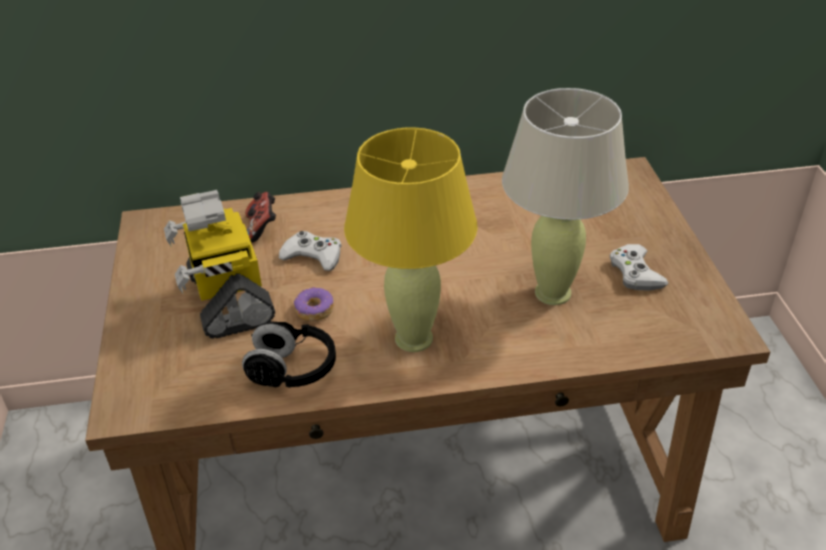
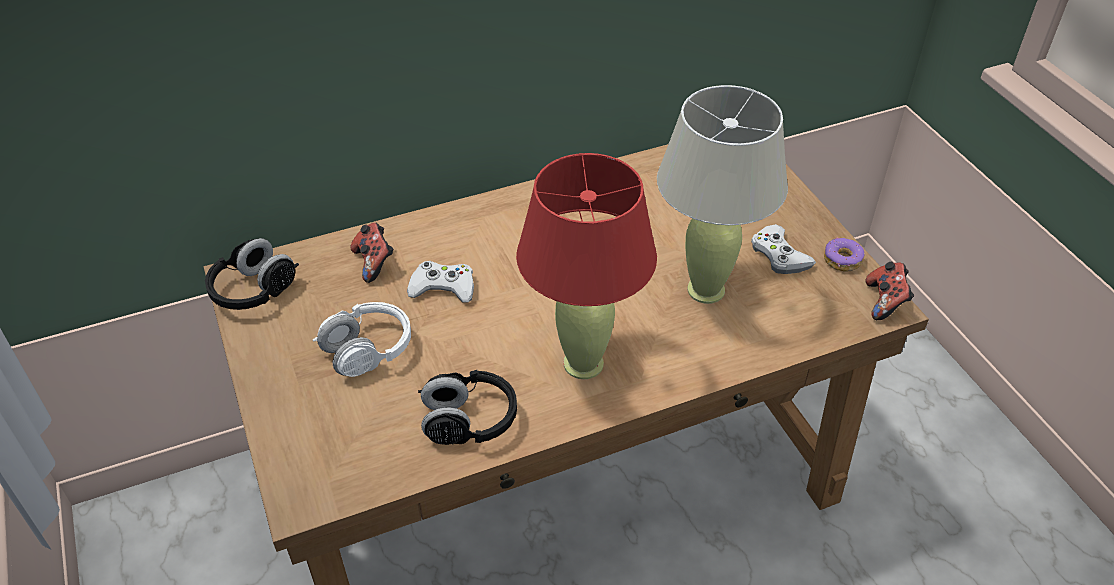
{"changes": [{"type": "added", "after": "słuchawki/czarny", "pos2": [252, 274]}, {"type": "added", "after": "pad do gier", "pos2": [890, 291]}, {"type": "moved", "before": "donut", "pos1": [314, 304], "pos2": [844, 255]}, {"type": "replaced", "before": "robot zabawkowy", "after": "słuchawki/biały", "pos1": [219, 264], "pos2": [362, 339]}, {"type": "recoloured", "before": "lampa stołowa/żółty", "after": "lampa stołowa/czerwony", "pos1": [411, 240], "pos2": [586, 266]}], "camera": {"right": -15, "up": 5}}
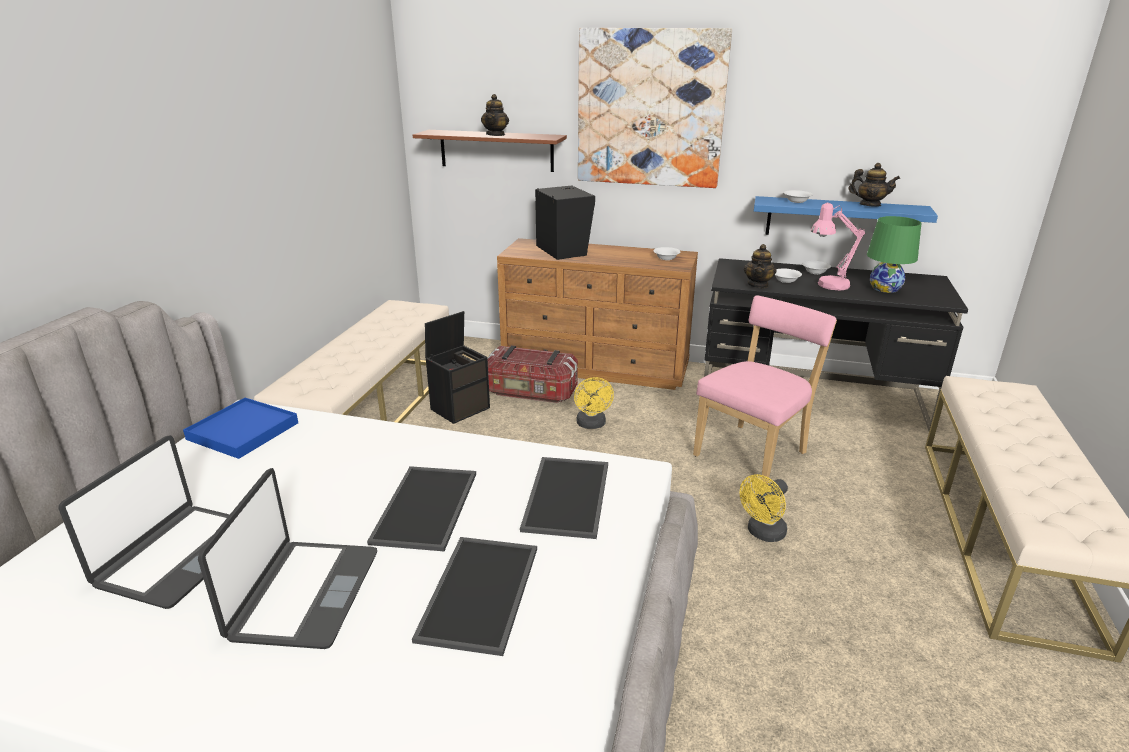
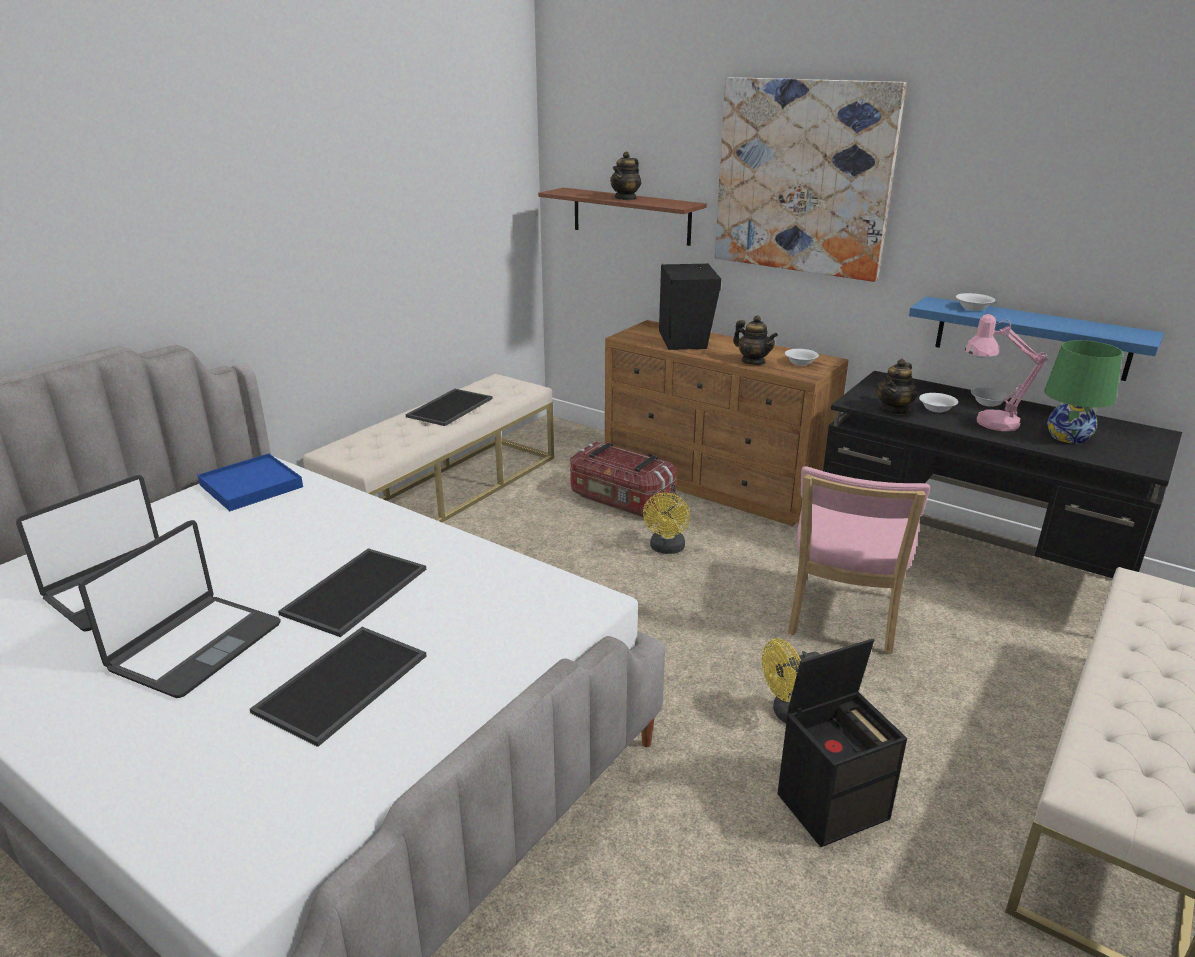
{"changes": [{"type": "moved", "before": "pojemnik do przechowywania/czarny", "pos1": [457, 367], "pos2": [842, 743]}, {"type": "moved", "before": "taca", "pos1": [564, 498], "pos2": [449, 407]}, {"type": "moved", "before": "imbryk", "pos1": [874, 185], "pos2": [755, 340]}, {"type": "turned", "before": "krzesło/różowy", "pos1": [765, 389], "pos2": [859, 560], "turn": 135}], "camera": {"right": 20, "up": 0}}
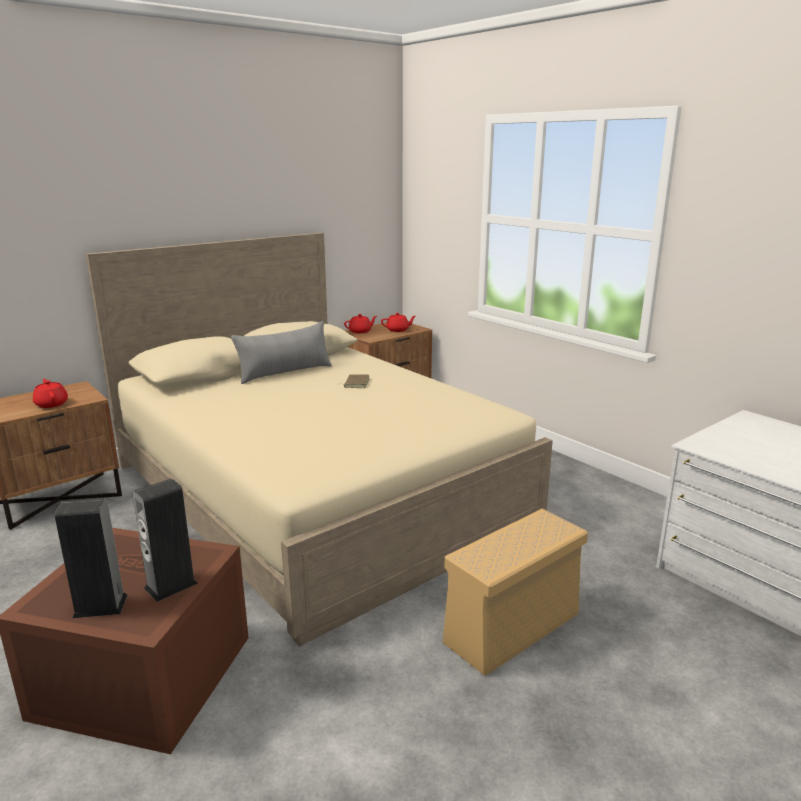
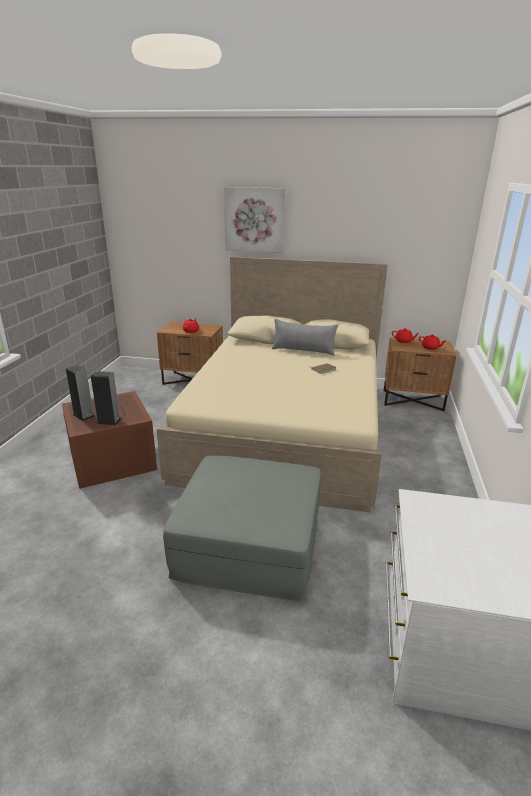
{"changes": [{"type": "added", "after": "obraz", "pos2": [254, 220]}, {"type": "replaced", "before": "pojemnik do przechowywania/beżowy", "after": "pufa/szary", "pos1": [515, 592], "pos2": [242, 528]}], "camera": {"right": 50, "up": 5}}
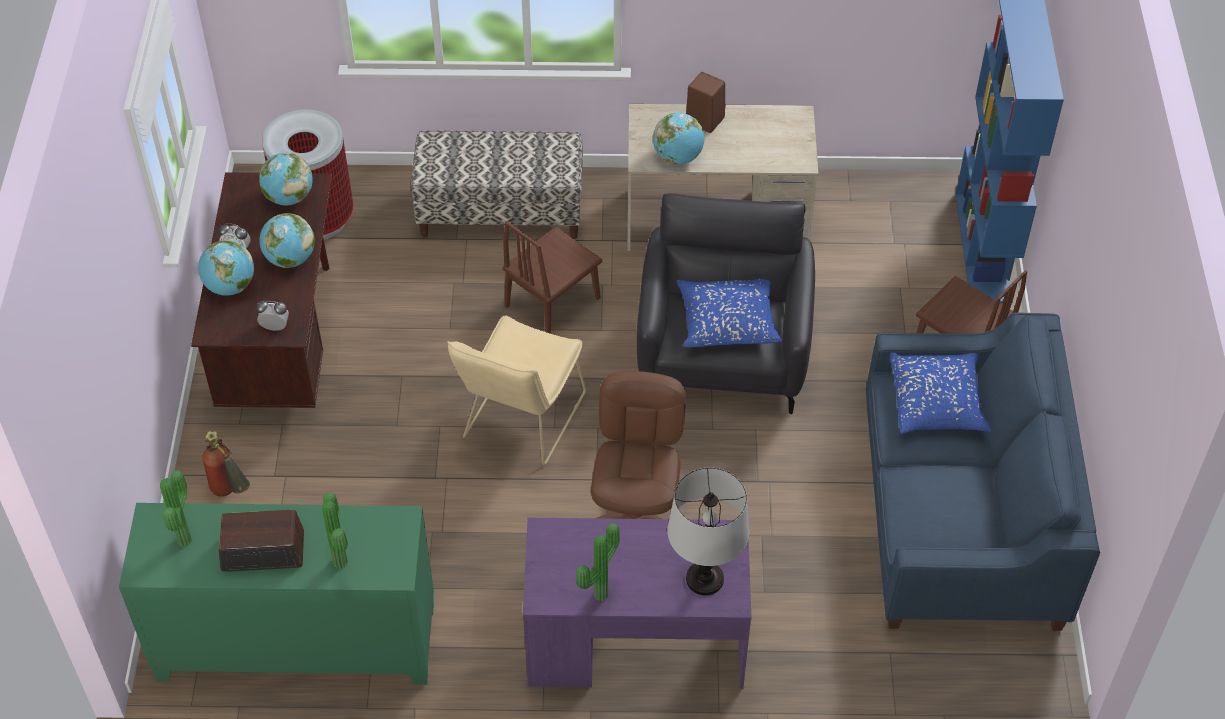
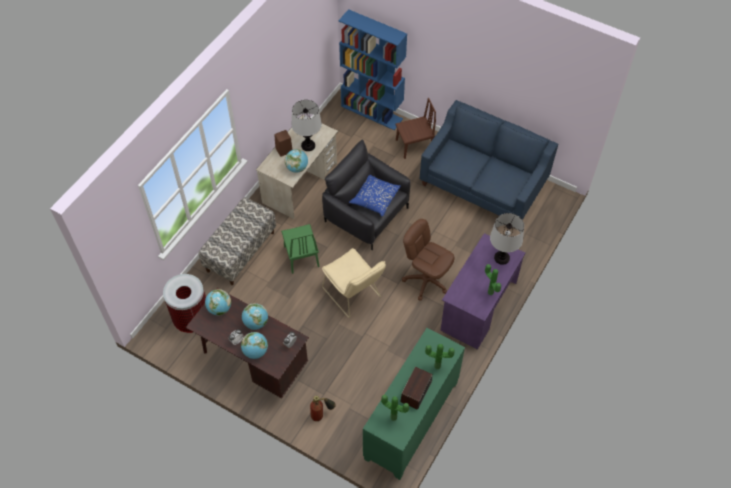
{"changes": [{"type": "removed", "before": "poduszka/niebieski", "pos1": [940, 393]}, {"type": "added", "after": "lampa stołowa", "pos2": [306, 125]}, {"type": "recoloured", "before": "krzesło/brązowy", "after": "krzesło/zielony", "pos1": [552, 277], "pos2": [300, 249]}], "camera": {"right": -60, "up": 5}}
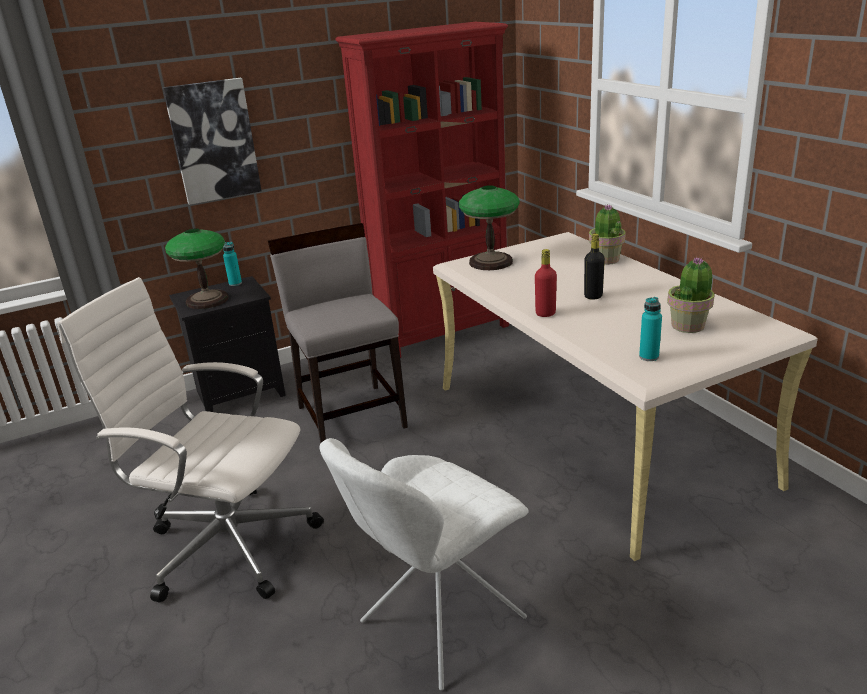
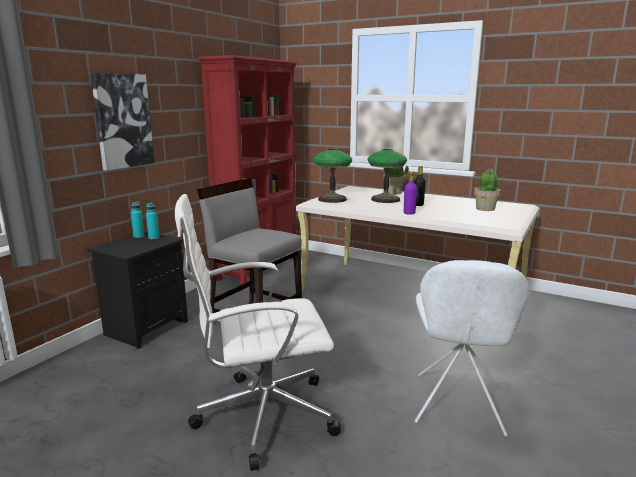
{"changes": [{"type": "moved", "before": "lampa stołowa", "pos1": [197, 269], "pos2": [387, 176]}, {"type": "moved", "before": "butelka/turkusowy", "pos1": [650, 329], "pos2": [152, 221]}, {"type": "recoloured", "before": "butelka/czerwony", "after": "butelka/fioletowy", "pos1": [546, 283], "pos2": [410, 193]}], "camera": {"right": -35, "up": -10}}
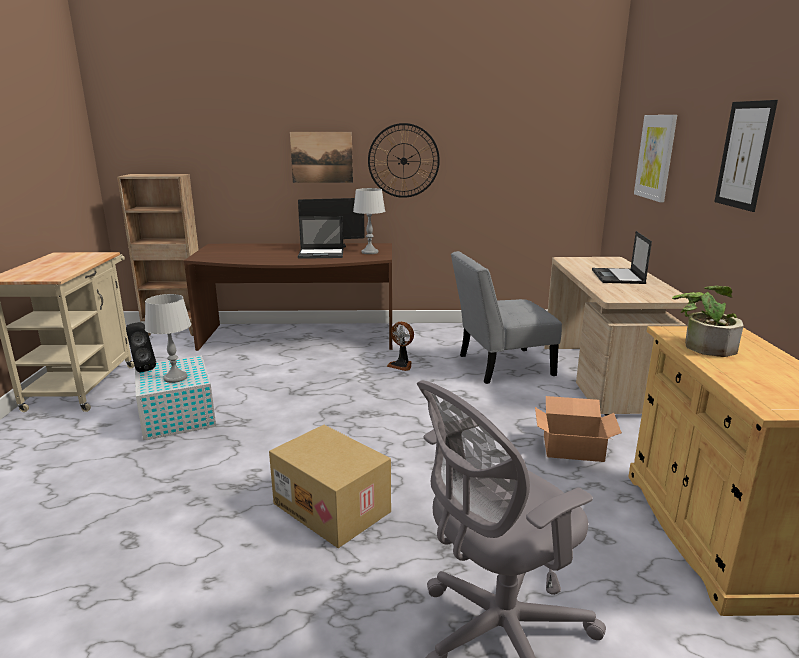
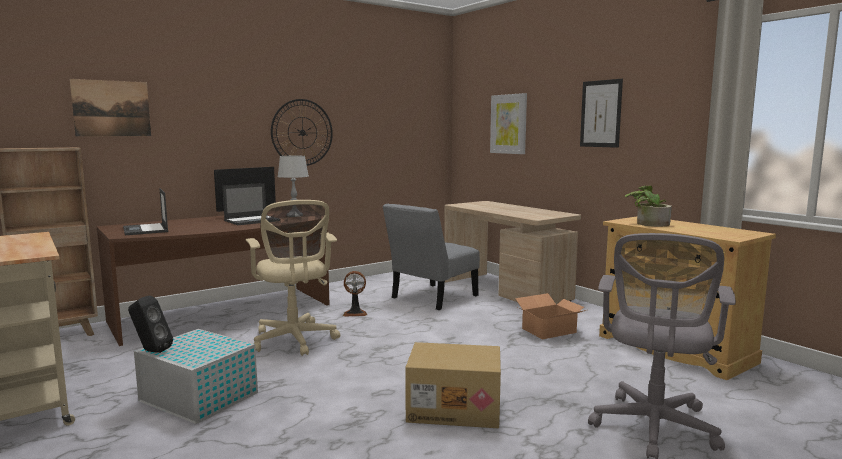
{"changes": [{"type": "removed", "before": "lampa stołowa/szary", "pos1": [168, 338]}, {"type": "added", "after": "krzesło biurowe/beżowy", "pos2": [293, 278]}, {"type": "moved", "before": "obraz", "pos1": [321, 157], "pos2": [110, 108]}, {"type": "moved", "before": "laptop", "pos1": [622, 257], "pos2": [145, 211]}], "camera": {"right": -35, "up": -10}}
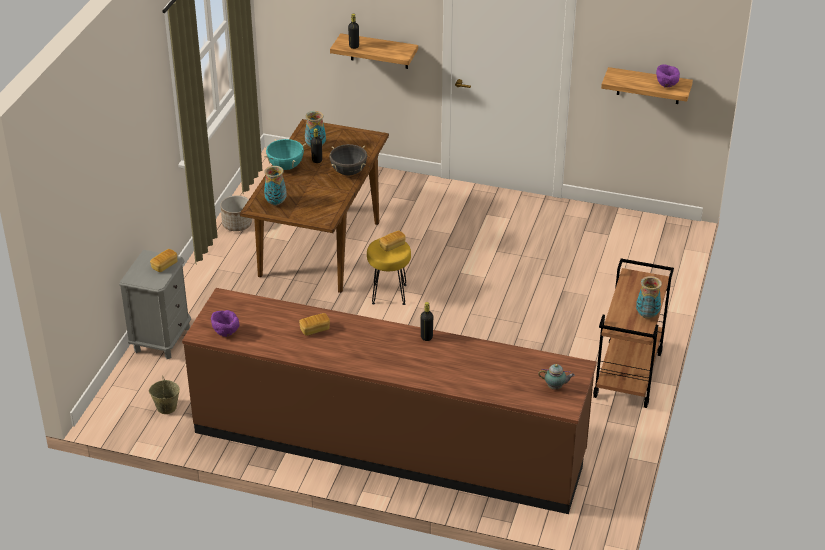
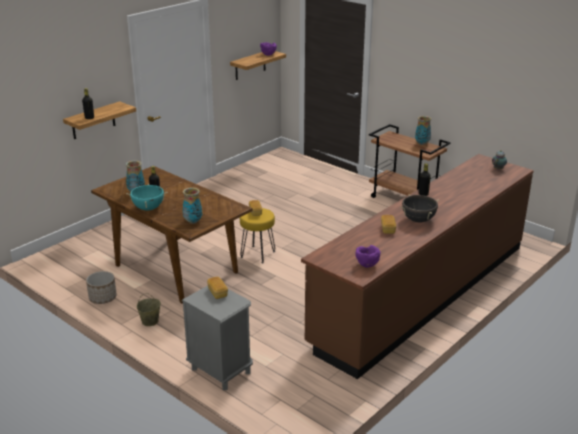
{"changes": [{"type": "moved", "before": "wiadro/beżowy", "pos1": [164, 394], "pos2": [149, 309]}, {"type": "moved", "before": "garnek/czarny", "pos1": [348, 159], "pos2": [419, 209]}], "camera": {"right": -65, "up": -10}}
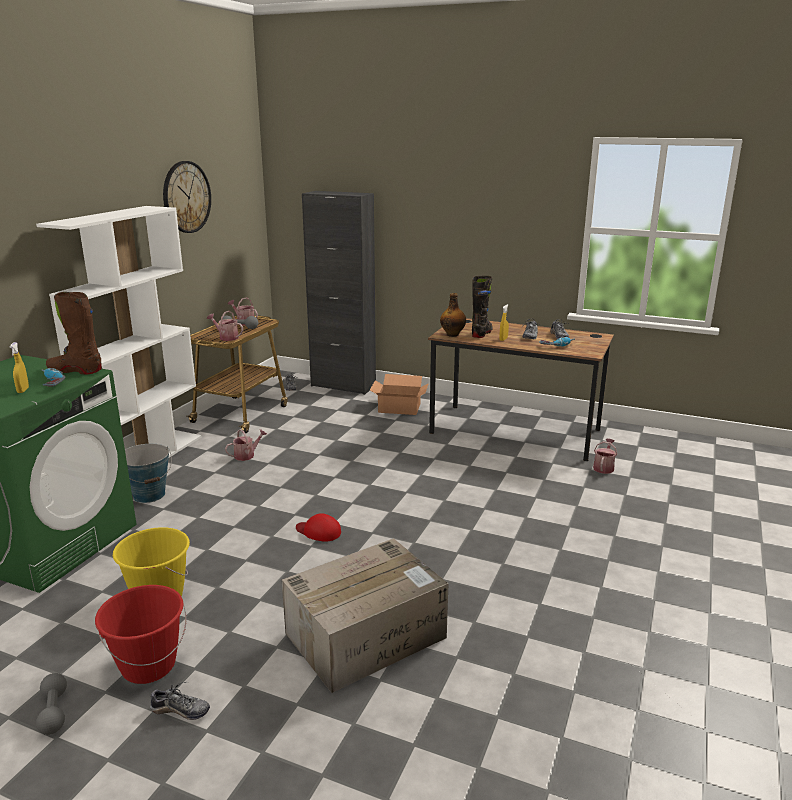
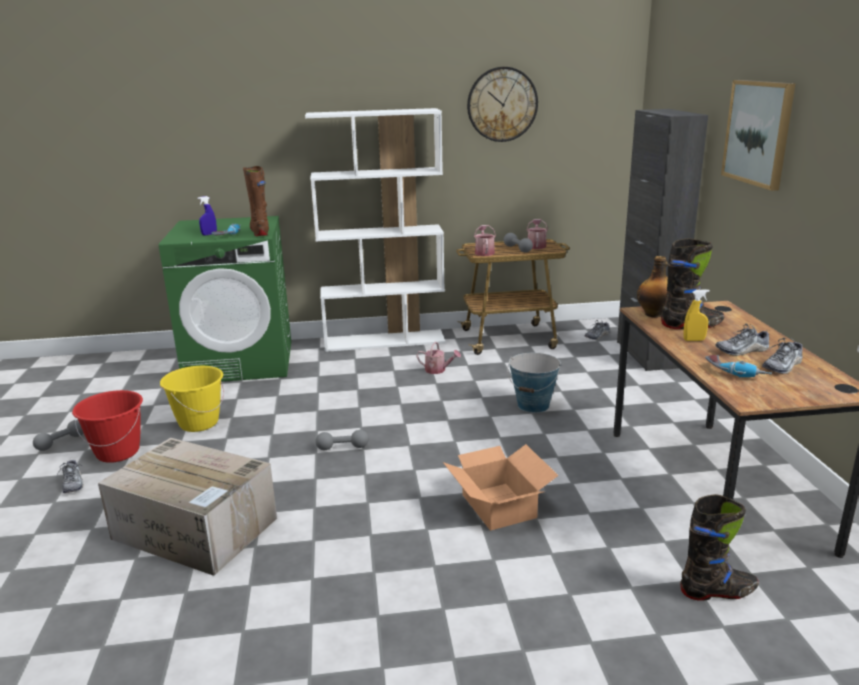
{"changes": [{"type": "added", "after": "obraz", "pos2": [758, 135]}, {"type": "moved", "before": "wiadro", "pos1": [148, 473], "pos2": [534, 383]}, {"type": "moved", "before": "karton", "pos1": [399, 394], "pos2": [501, 487]}, {"type": "replaced", "before": "czapka z daszkiem/czerwony", "after": "hantel/szary", "pos1": [318, 527], "pos2": [342, 440]}, {"type": "replaced", "before": "konewka", "after": "but z cholewką/czarny", "pos1": [605, 456], "pos2": [719, 547]}, {"type": "recoloured", "before": "spryskiwacz/żółty", "after": "spryskiwacz/niebieski", "pos1": [19, 367], "pos2": [207, 215]}], "camera": {"right": 60, "up": 0}}
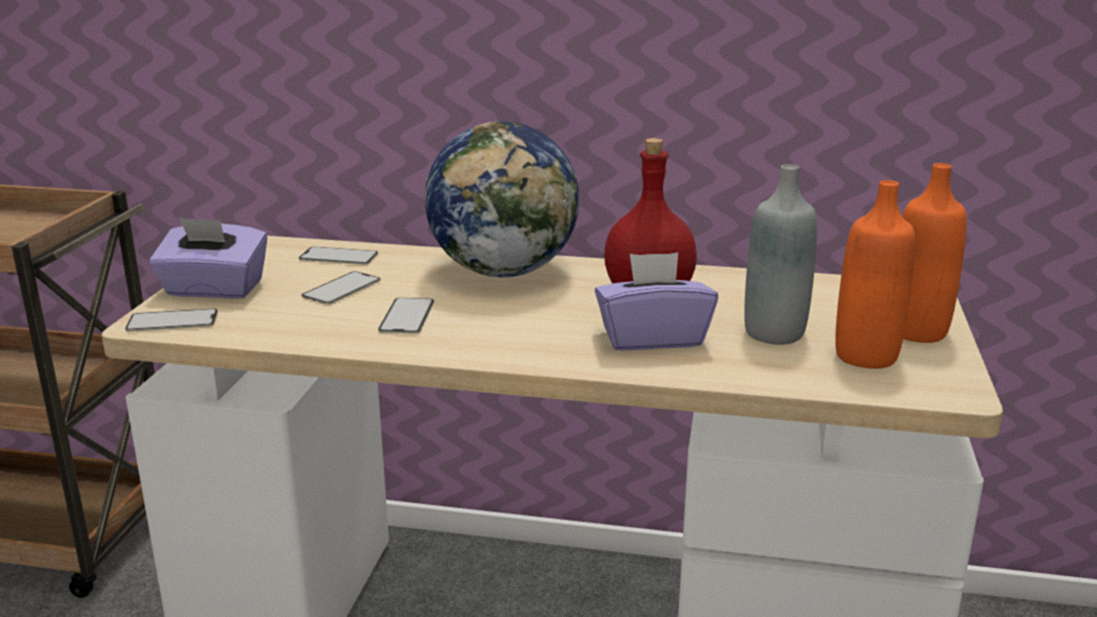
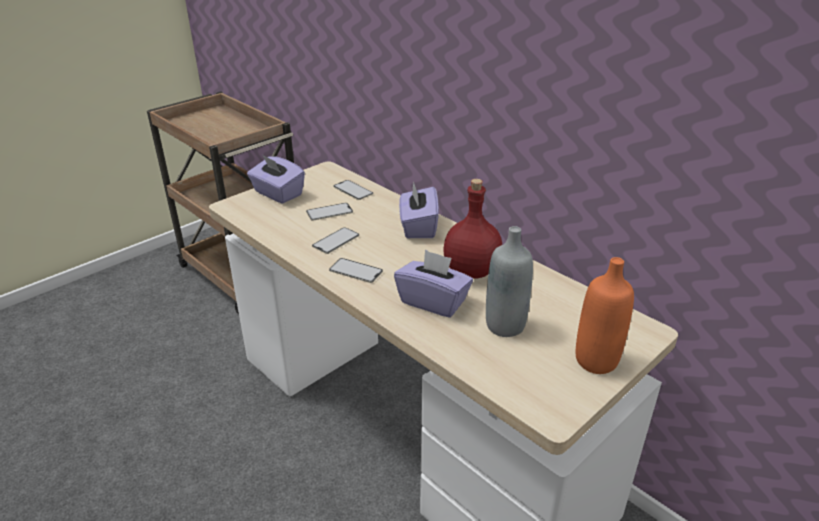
{"changes": [{"type": "removed", "before": "butelka/pomarańczowy", "pos1": [875, 274]}, {"type": "moved", "before": "telefon", "pos1": [171, 320], "pos2": [356, 270]}, {"type": "replaced", "before": "globus", "after": "pudełko chusteczek/fioletowy", "pos1": [502, 199], "pos2": [419, 209]}], "camera": {"right": 35, "up": 10}}
